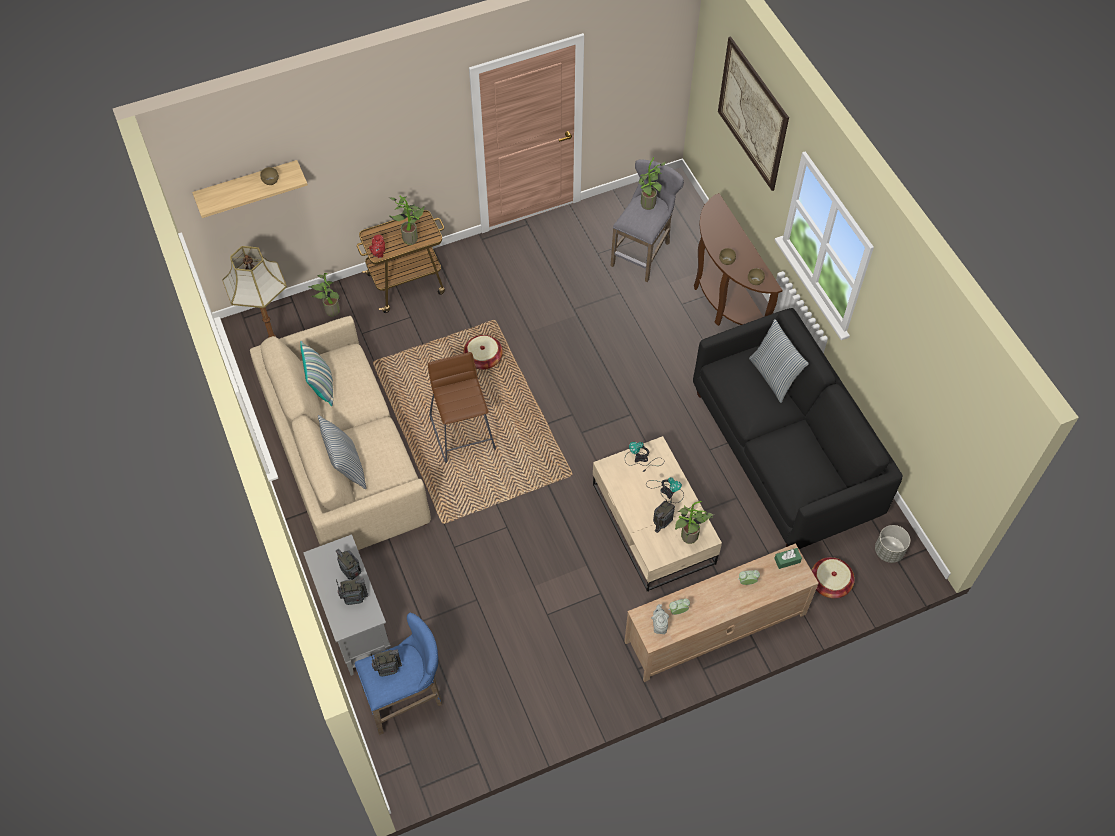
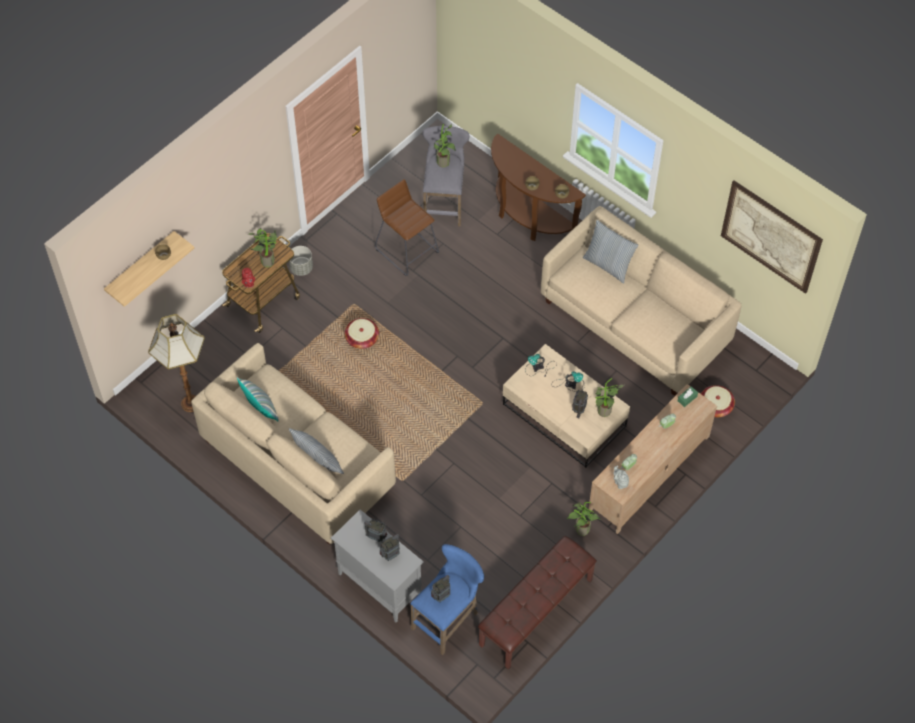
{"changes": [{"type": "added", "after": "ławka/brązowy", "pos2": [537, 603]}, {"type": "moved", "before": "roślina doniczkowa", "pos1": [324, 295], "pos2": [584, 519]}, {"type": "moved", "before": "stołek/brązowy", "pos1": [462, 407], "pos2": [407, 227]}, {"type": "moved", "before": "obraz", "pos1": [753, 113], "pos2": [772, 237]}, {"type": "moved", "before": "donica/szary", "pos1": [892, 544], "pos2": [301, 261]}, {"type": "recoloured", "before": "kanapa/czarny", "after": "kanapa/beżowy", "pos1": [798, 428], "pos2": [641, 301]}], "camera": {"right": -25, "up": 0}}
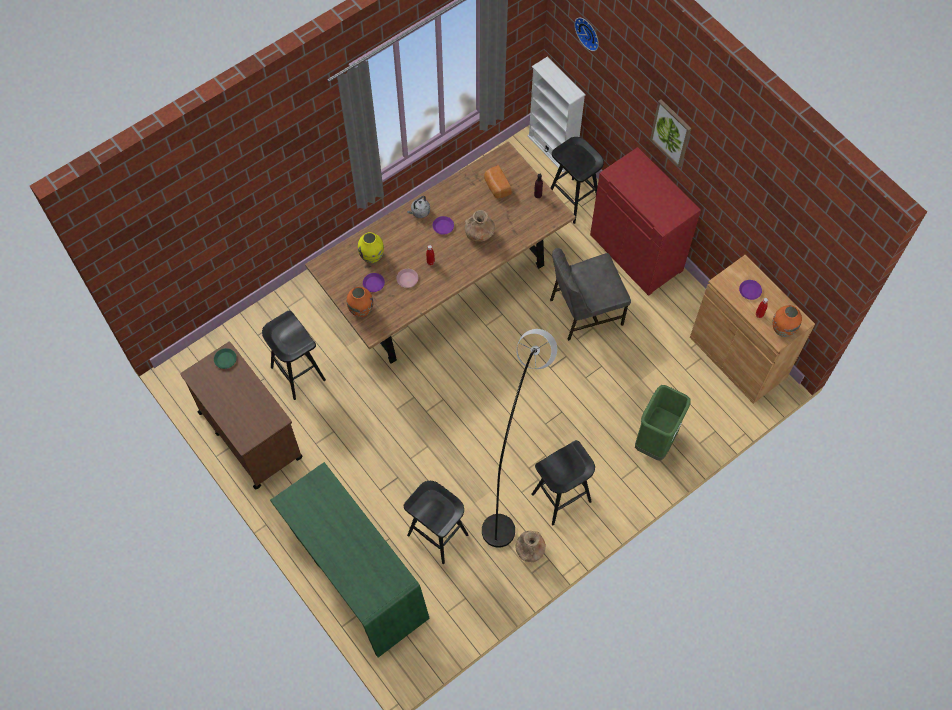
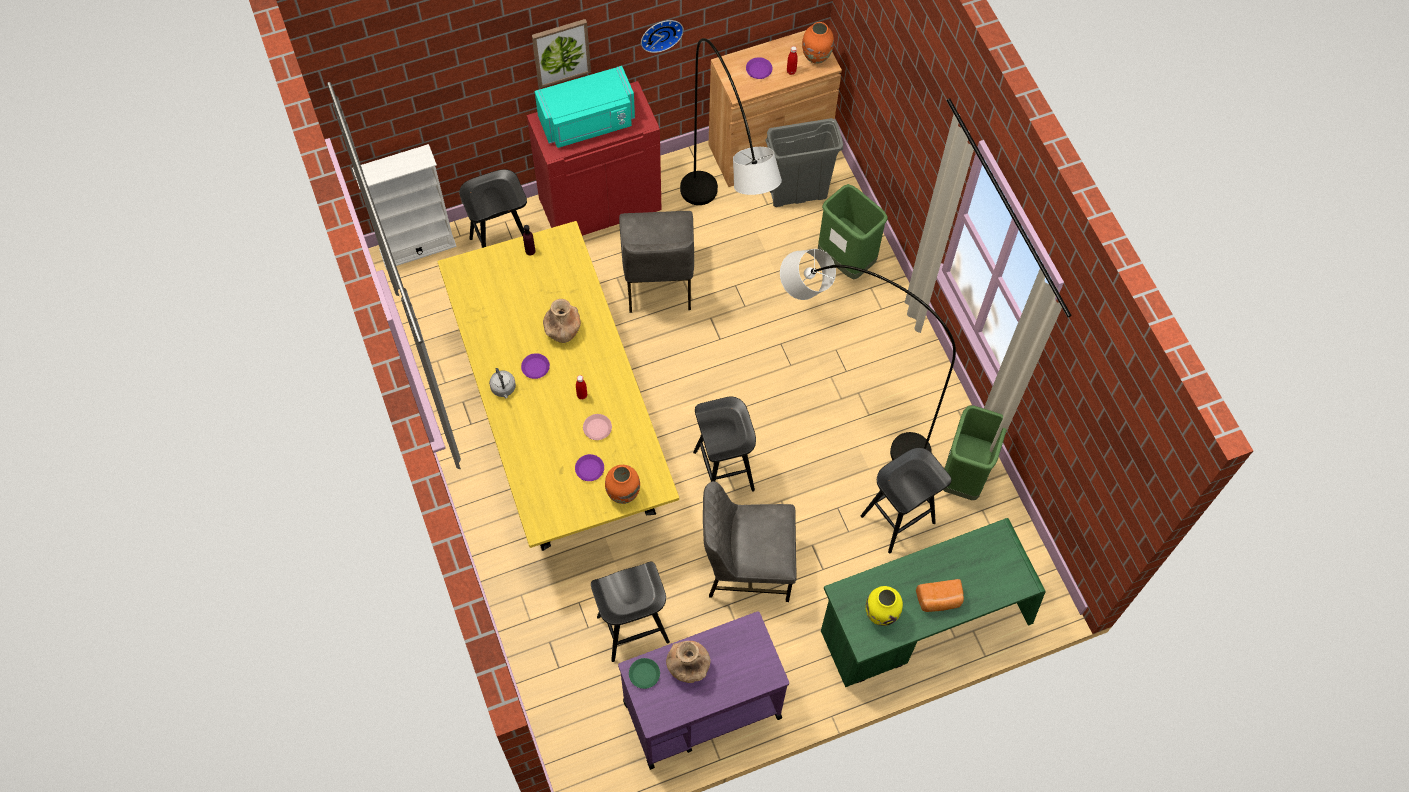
{"changes": [{"type": "added", "after": "mikrofalówka/turkusowy", "pos2": [585, 107]}, {"type": "added", "after": "lampa stojąca/szary", "pos2": [731, 121]}, {"type": "added", "after": "krzesło/szary", "pos2": [750, 541]}, {"type": "added", "after": "kosz na śmieci/szary", "pos2": [804, 162]}, {"type": "added", "after": "kosz na śmieci/zielony", "pos2": [975, 453]}, {"type": "moved", "before": "wazon/żółty", "pos1": [371, 247], "pos2": [884, 606]}, {"type": "moved", "before": "chleb", "pos1": [498, 181], "pos2": [940, 595]}, {"type": "moved", "before": "wazon/brązowy", "pos1": [530, 546], "pos2": [688, 662]}, {"type": "moved", "before": "stołek/czarny", "pos1": [563, 482], "pos2": [724, 443]}, {"type": "moved", "before": "zegar ścienny", "pos1": [586, 34], "pos2": [662, 36]}, {"type": "recoloured", "before": "wózek/brązowy", "after": "wózek/fioletowy", "pos1": [241, 416], "pos2": [703, 690]}, {"type": "recoloured", "before": "stół jadalny/brązowy", "after": "stół jadalny/żółty", "pos1": [440, 252], "pos2": [558, 386]}], "camera": {"right": -75, "up": 0}}
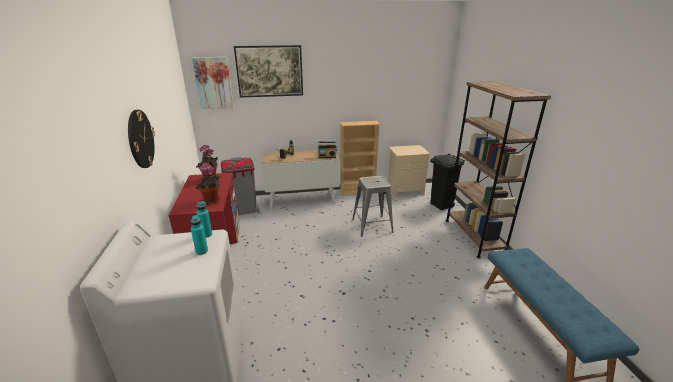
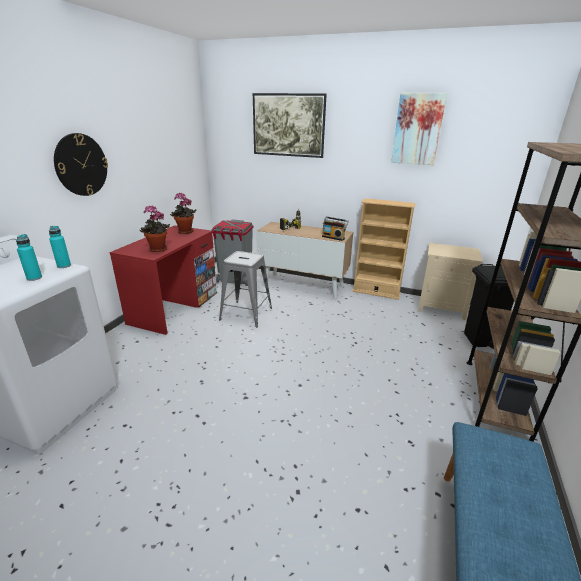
{"changes": [{"type": "moved", "before": "obraz", "pos1": [213, 83], "pos2": [419, 129]}, {"type": "moved", "before": "stołek/szary", "pos1": [373, 206], "pos2": [245, 289]}], "camera": {"right": 30, "up": 0}}
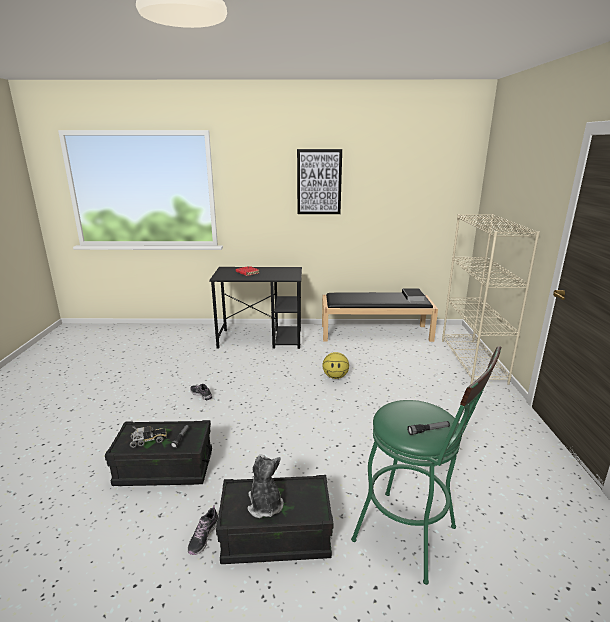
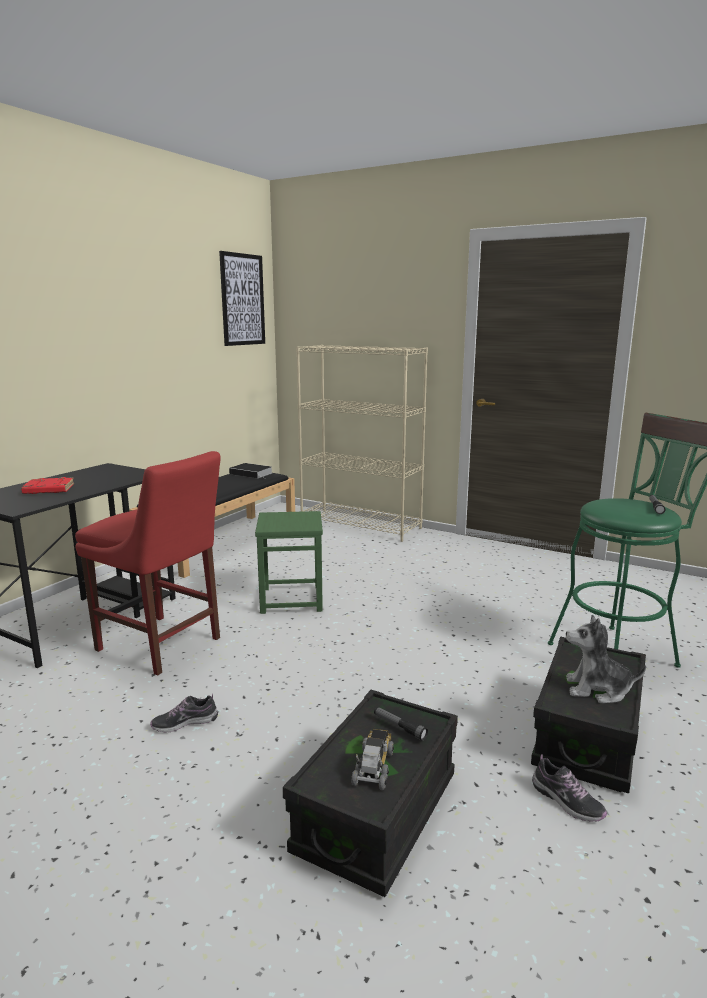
{"changes": [{"type": "added", "after": "krzesło/czerwony", "pos2": [148, 563]}, {"type": "moved", "before": "obraz", "pos1": [319, 181], "pos2": [242, 298]}, {"type": "replaced", "before": "piłka do koszykówki", "after": "stołek/zielony", "pos1": [336, 365], "pos2": [289, 562]}], "camera": {"right": -60, "up": -5}}
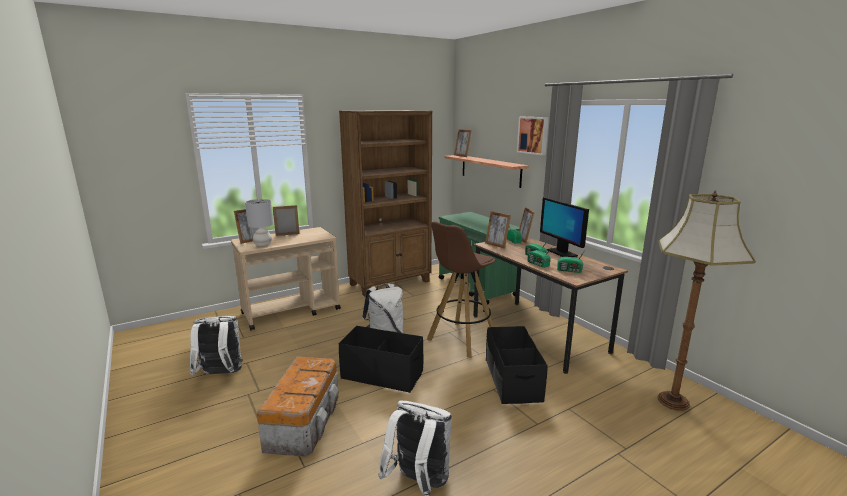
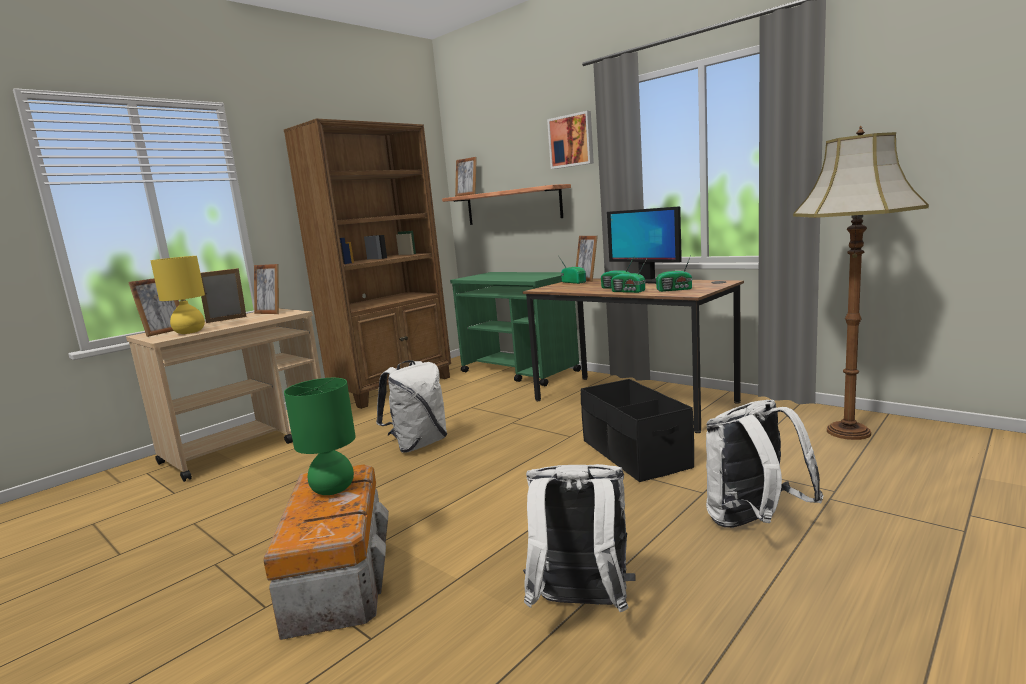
{"changes": [{"type": "removed", "before": "pojemnik do przechowywania/czarny", "pos1": [381, 359]}, {"type": "removed", "before": "stołek/brązowy", "pos1": [461, 289]}, {"type": "added", "after": "lampa stołowa/zielony", "pos2": [320, 436]}, {"type": "moved", "before": "plecak/biały", "pos1": [216, 345], "pos2": [765, 464]}, {"type": "moved", "before": "ramka na zdjęcie", "pos1": [498, 230], "pos2": [266, 289]}, {"type": "recoloured", "before": "lampa stołowa/szary", "after": "lampa stołowa/żółty", "pos1": [259, 222], "pos2": [177, 295]}], "camera": {"right": -15, "up": -5}}
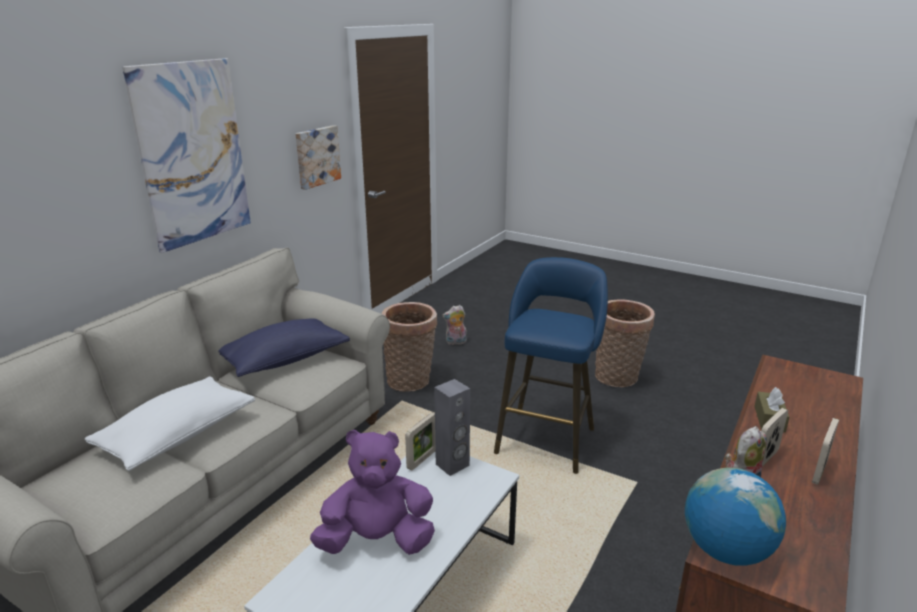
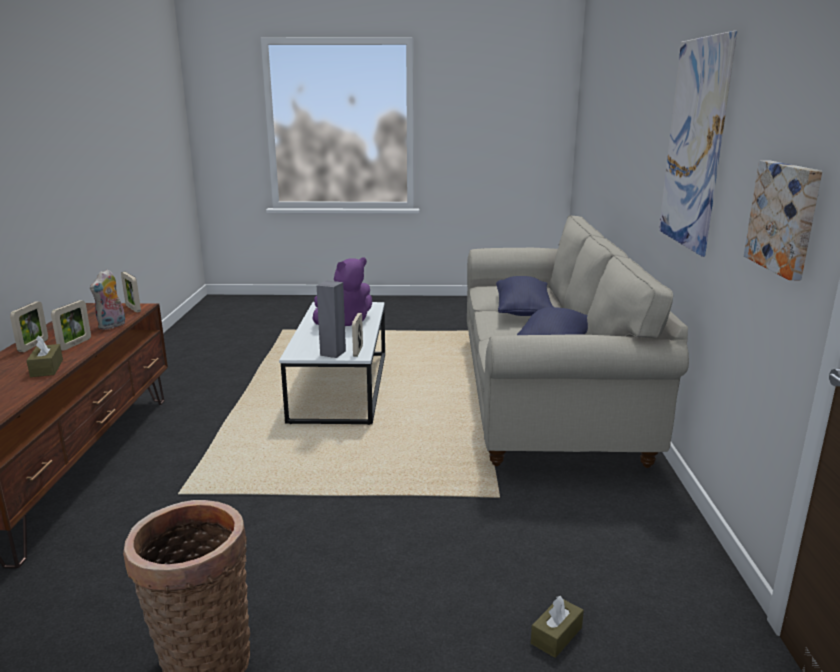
{"changes": [{"type": "removed", "before": "koszyk", "pos1": [409, 347]}, {"type": "removed", "before": "stołek/niebieski", "pos1": [551, 365]}, {"type": "replaced", "before": "pluszak", "after": "pudełko chusteczek/brązowy", "pos1": [454, 325], "pos2": [557, 627]}, {"type": "replaced", "before": "globus", "after": "ramka na zdjęcie", "pos1": [735, 516], "pos2": [131, 292]}, {"type": "recoloured", "before": "poduszka/biały", "after": "poduszka/niebieski", "pos1": [170, 424], "pos2": [524, 296]}], "camera": {"right": 150, "up": -5}}
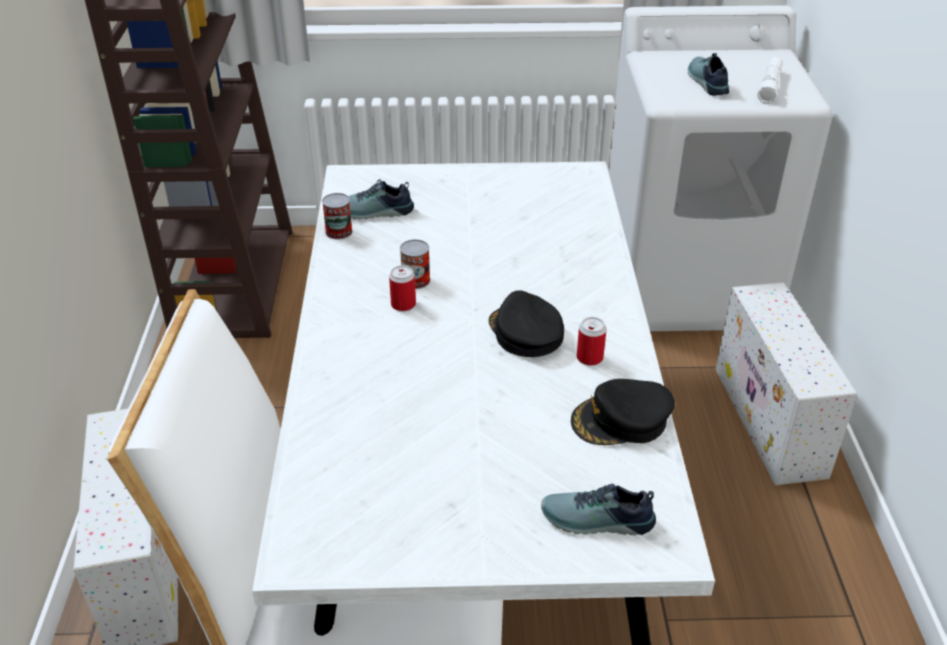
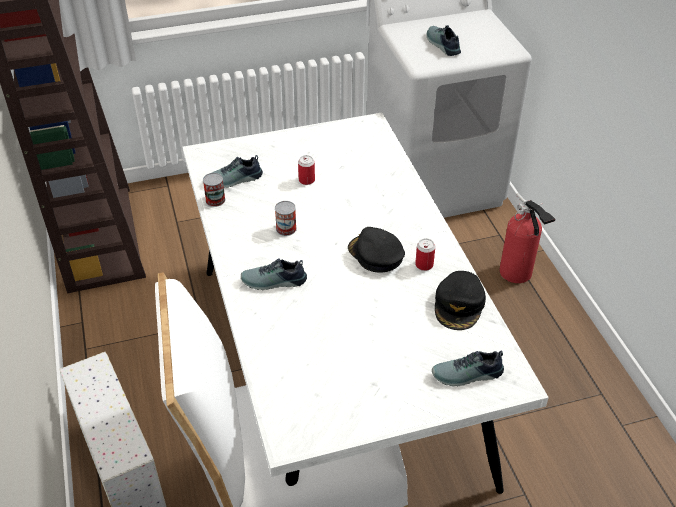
{"changes": [{"type": "removed", "before": "latarka/biały", "pos1": [770, 80]}, {"type": "added", "after": "but", "pos2": [274, 274]}, {"type": "moved", "before": "puszka", "pos1": [402, 288], "pos2": [306, 170]}, {"type": "replaced", "before": "pojemnik do przechowywania/biały", "after": "gaśnica", "pos1": [787, 383], "pos2": [527, 238]}, {"type": "turned", "before": "czapka z daszkiem/czarny", "pos1": [623, 412], "pos2": [460, 300], "turn": -45}], "camera": {"right": -15, "up": 5}}
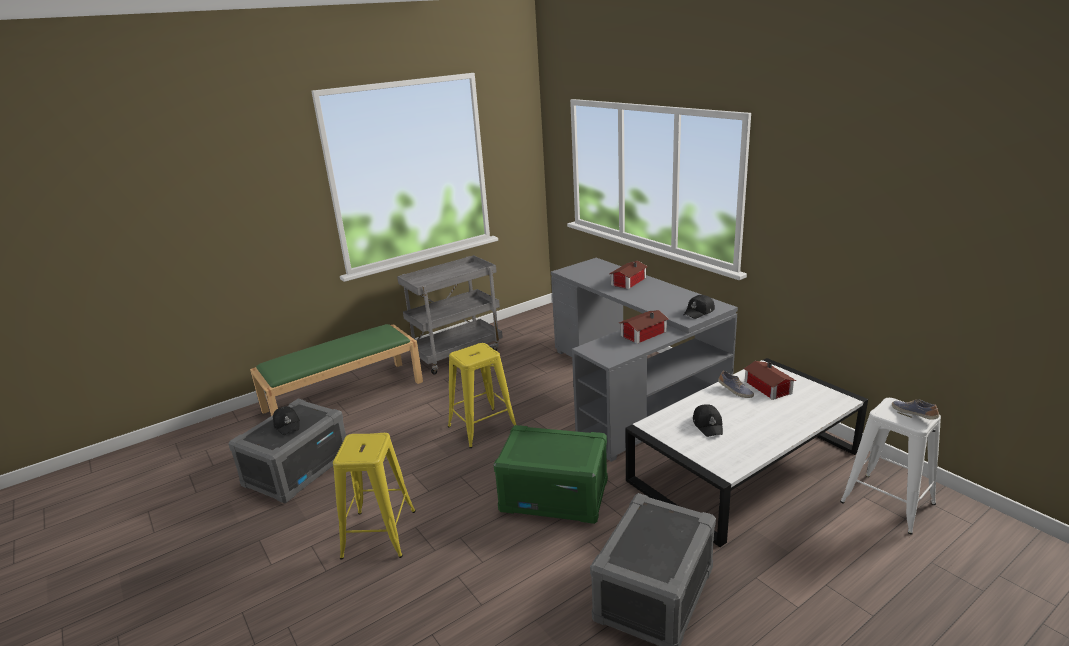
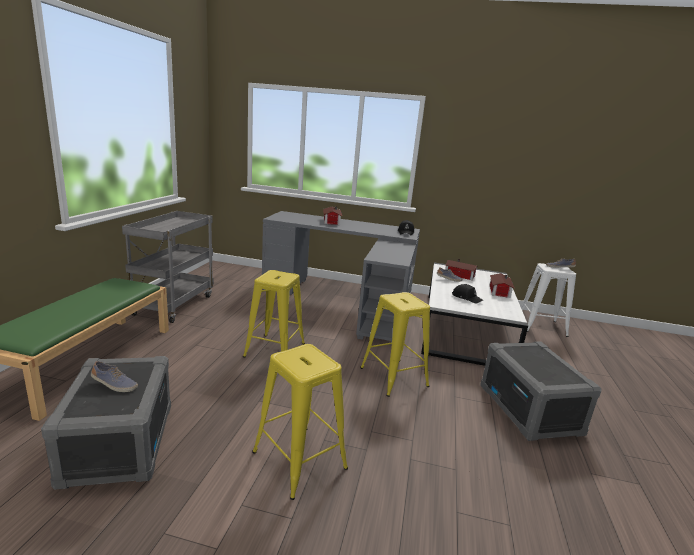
{"changes": [{"type": "moved", "before": "domek", "pos1": [643, 327], "pos2": [501, 285]}, {"type": "replaced", "before": "czapka z daszkiem/czarny", "after": "but", "pos1": [286, 420], "pos2": [114, 376]}, {"type": "replaced", "before": "pojemnik do przechowywania/zielony", "after": "stołek/żółty", "pos1": [551, 474], "pos2": [395, 344]}], "camera": {"right": -45, "up": -5}}
